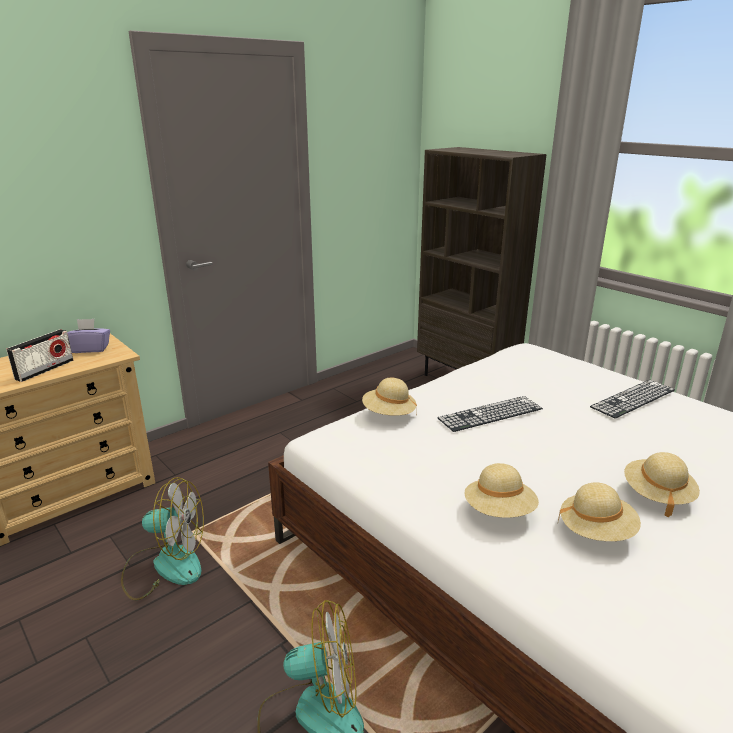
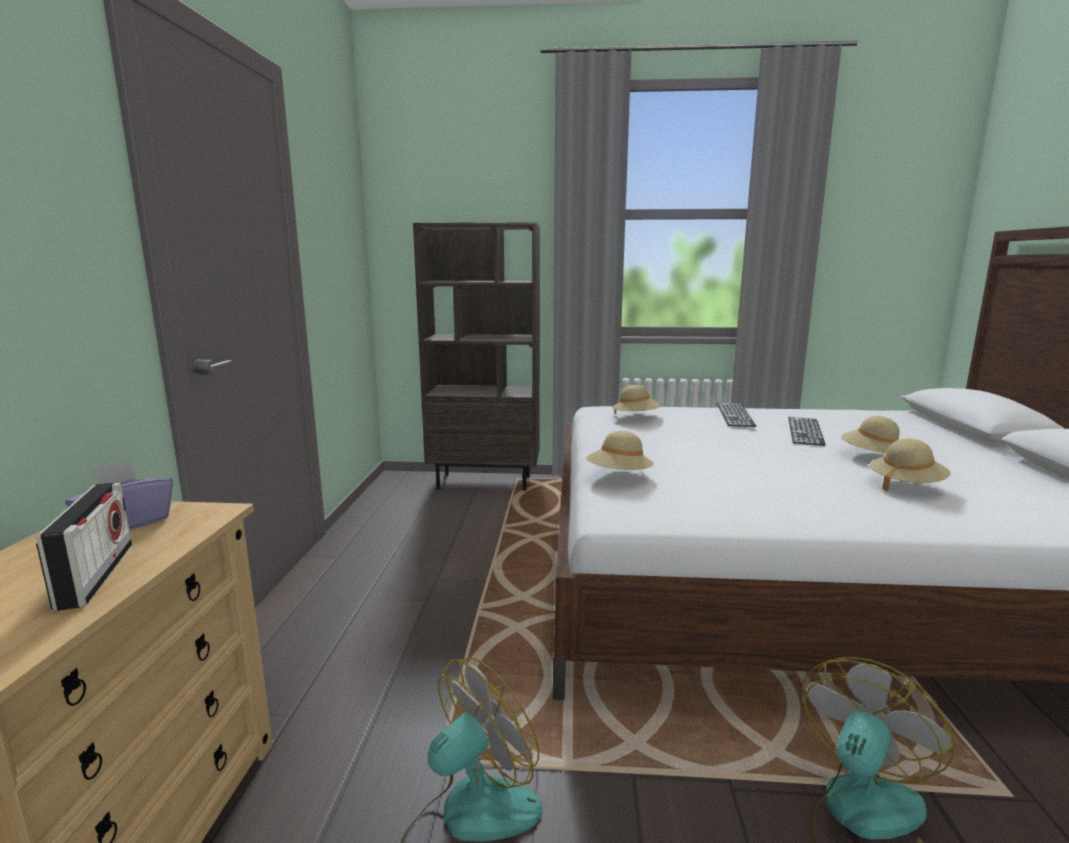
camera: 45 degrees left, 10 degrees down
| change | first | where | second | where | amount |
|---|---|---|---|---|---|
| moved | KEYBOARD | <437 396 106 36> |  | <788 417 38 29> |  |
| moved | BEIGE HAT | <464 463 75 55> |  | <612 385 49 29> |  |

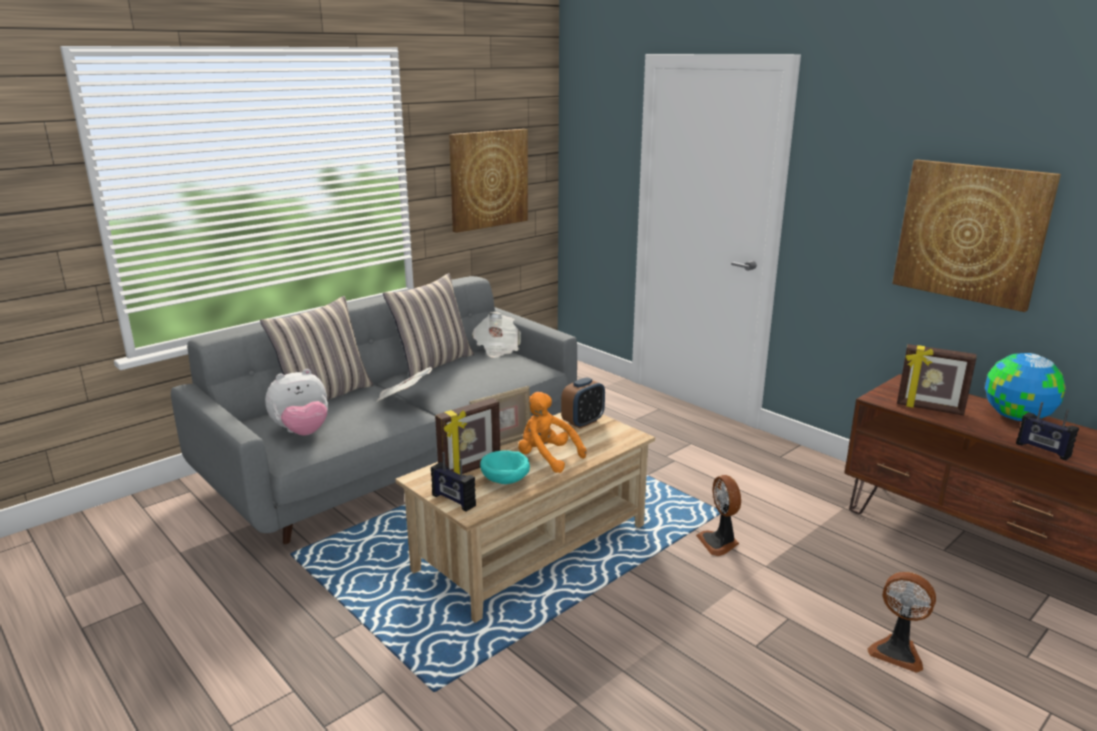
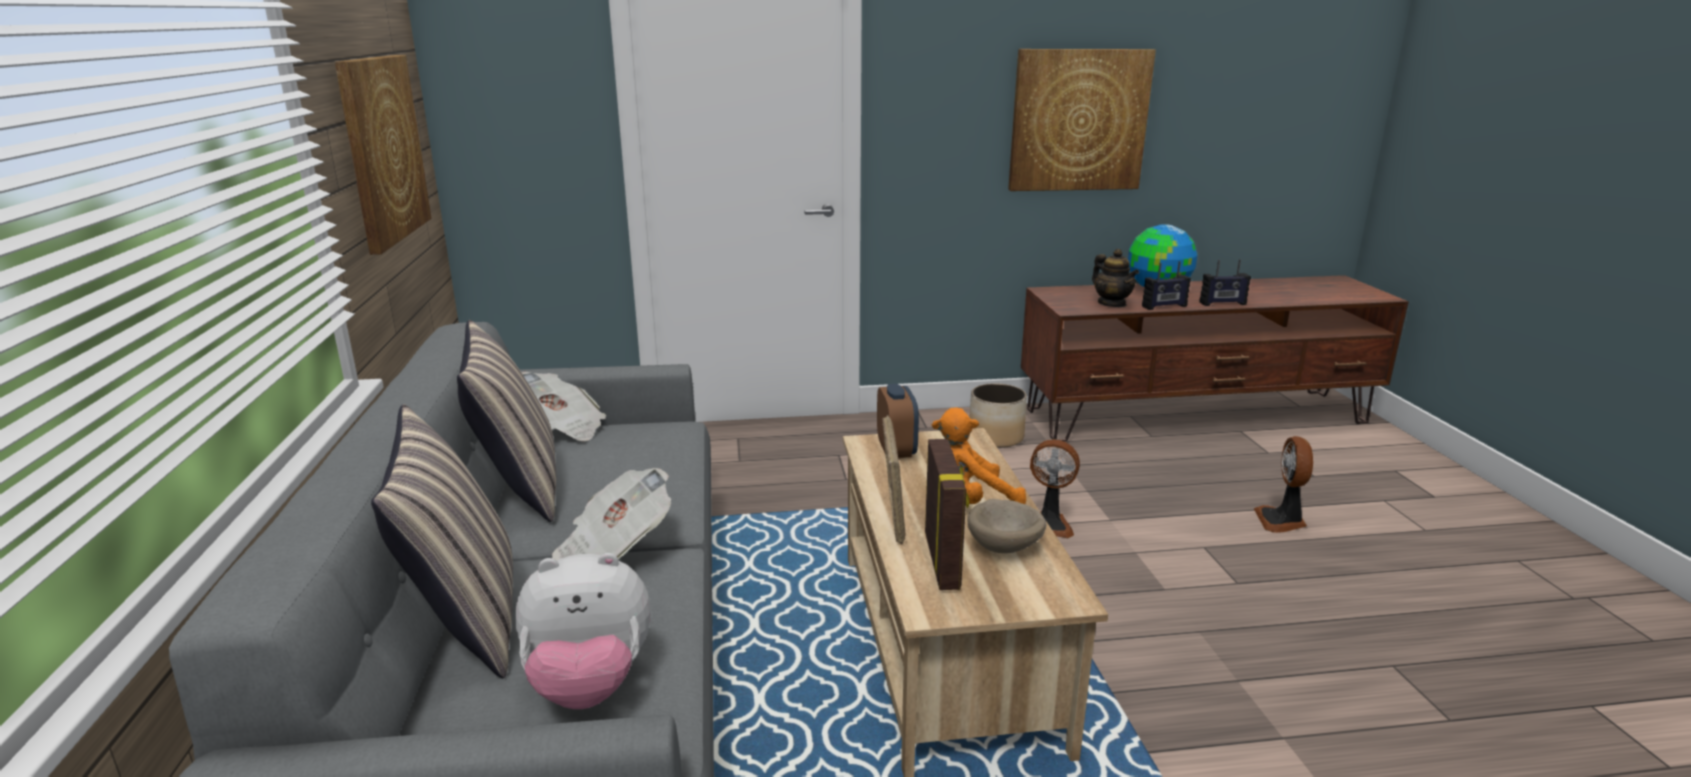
camera: 55 degrees left, 0 degrees up
| change | first | where | second | where | amount |
|---|---|---|---|---|---|
| added |  |  | PLANTER | <969 383 58 65> |  |
| moved | RADIO | <431 452 45 60> |  | <1142 261 49 49> |  |
| replaced | PICTURE FRAME | <897 344 80 72> | TEAPOT | <1092 249 47 58> |  |
| recoloured | TURQUOISE BOWL | <480 451 50 33> | BEIGE BOWL | <967 499 80 54> |  |
| turned | PLUSH TOY | <265 369 63 67> |  | <515 553 136 156> | 75 degrees clockwise |
| turned | FAN | <867 572 69 101> |  | <1254 436 59 97> | 120 degrees clockwise |

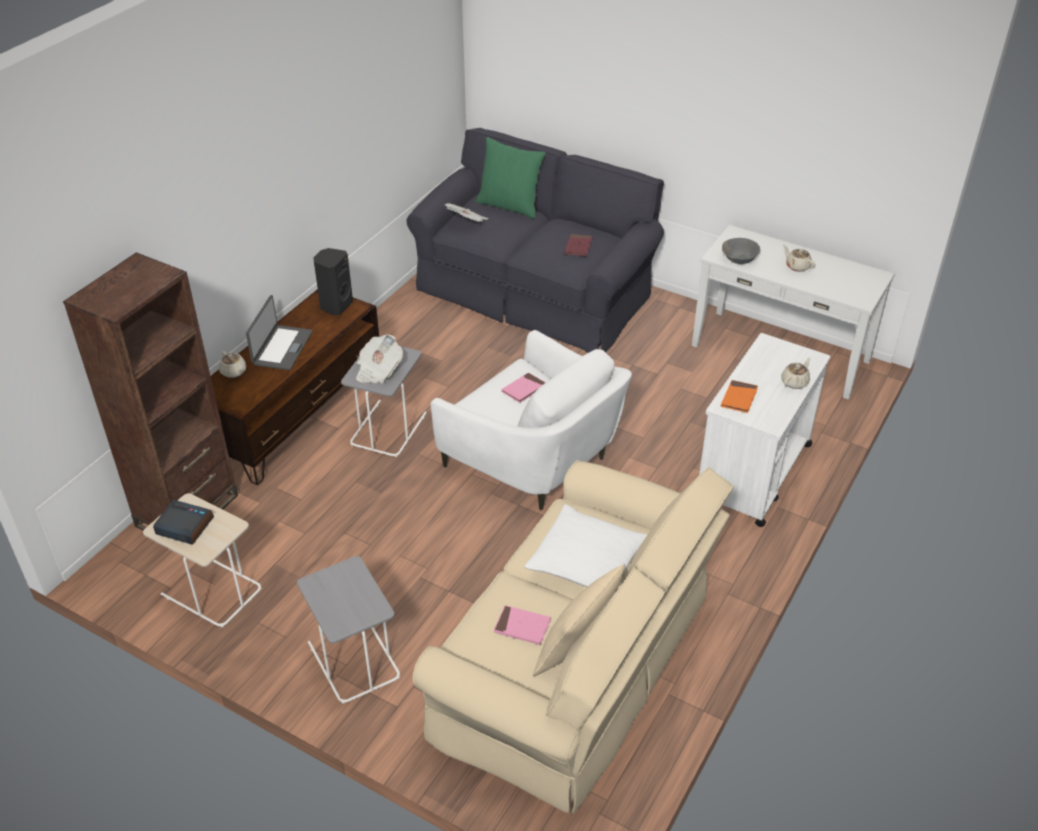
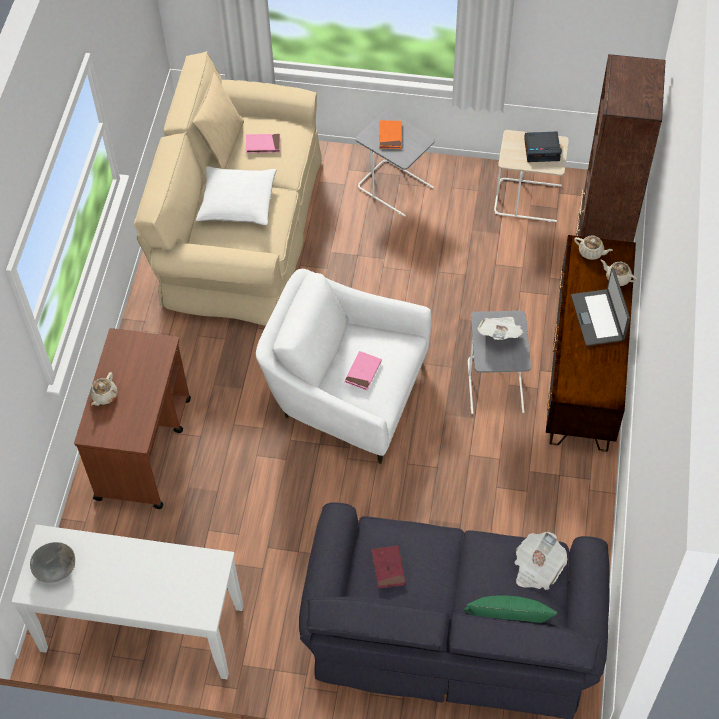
camera: 160 degrees right, 15 degrees up
| change | first | where | second | where | amount |
|---|---|---|---|---|---|
| removed | BLACK SPEAKER | <314 248 39 68> |  |  |  |
| moved | ORANGE BOOK | <721 380 37 33> |  | <379 120 23 29> |  |
| moved | GREY BOWL | <722 238 38 26> |  | <30 542 45 41> |  |
| moved | BEIGE TEAPOT | <783 245 32 27> |  | <574 235 39 25> |  |
| recoloured | WHITE CART | <699 333 131 194> | BROWN CART | <74 328 117 181> |  |

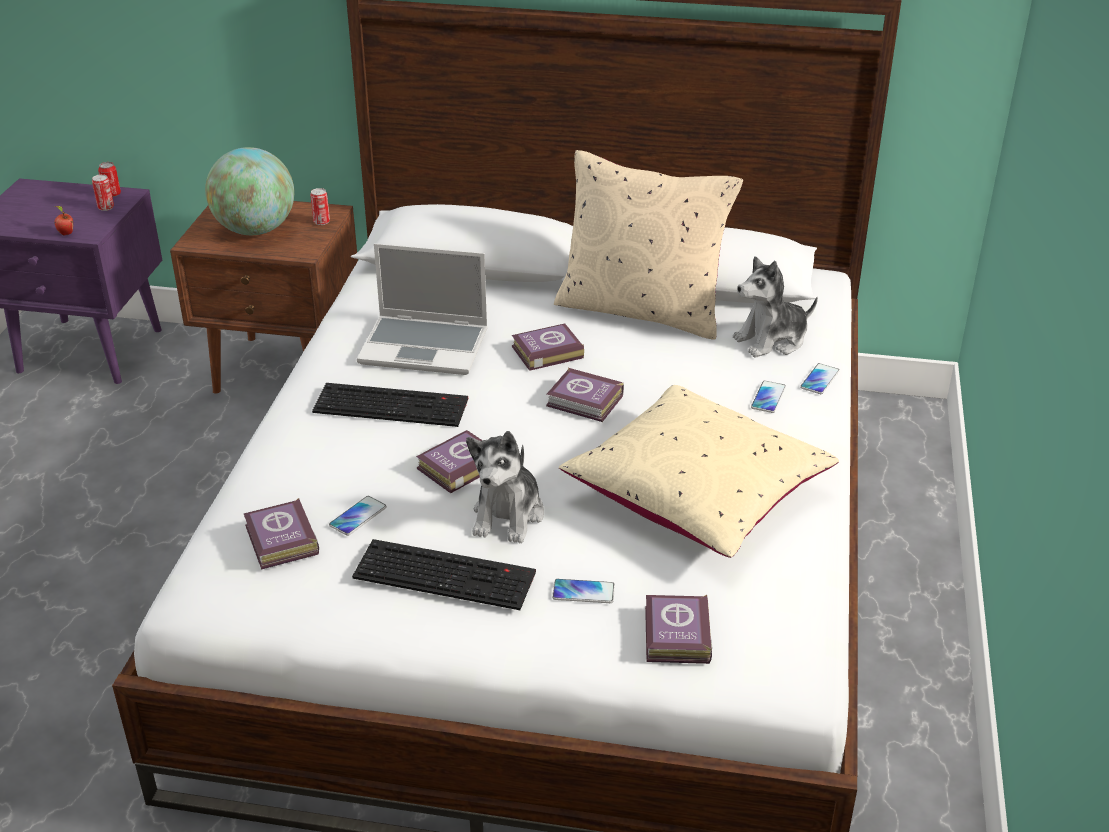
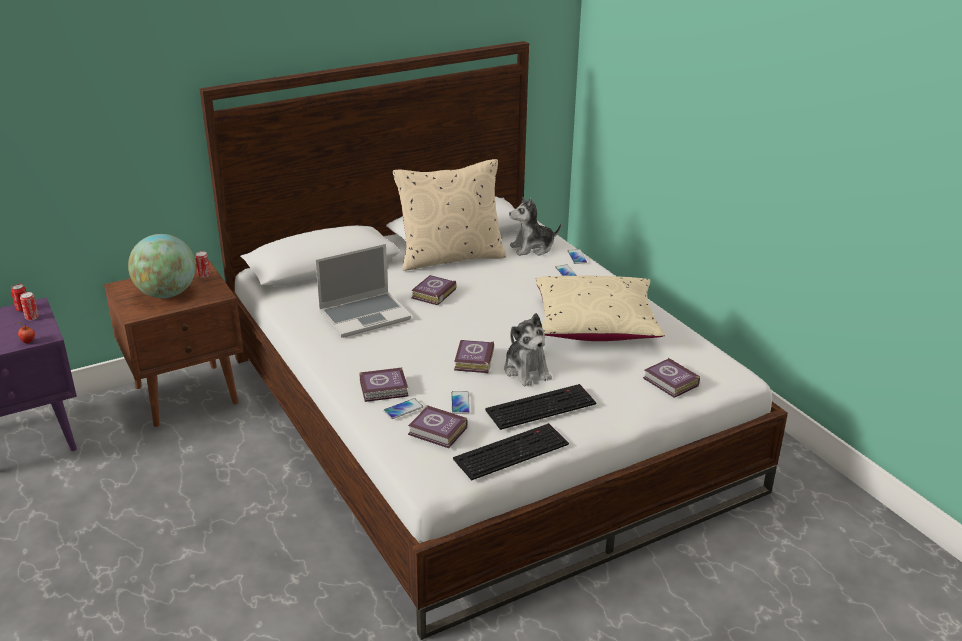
camera: 40 degrees left, 5 degrees down
| change | first | where | second | where | amount |
|---|---|---|---|---|---|
| moved | KEYBOARD | <312 383 156 44> |  | <453 423 116 58> |  |
| moved | BOOK | <546 368 78 54> |  | <359 368 49 34> |  |
| moved | PHONE | <552 579 63 24> |  | <384 398 39 21> |  |
| turned | PLUSH TOY | <733 256 85 101> |  | <509 197 52 59> | 45 degrees clockwise |

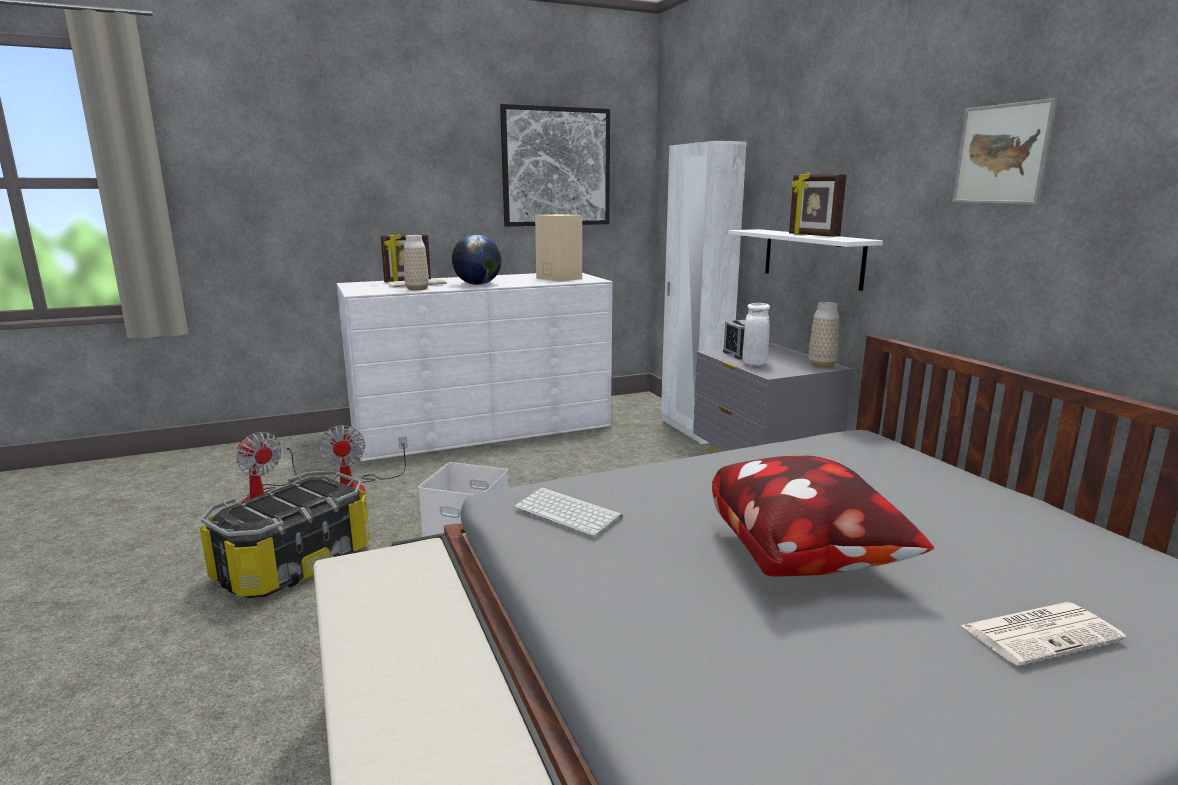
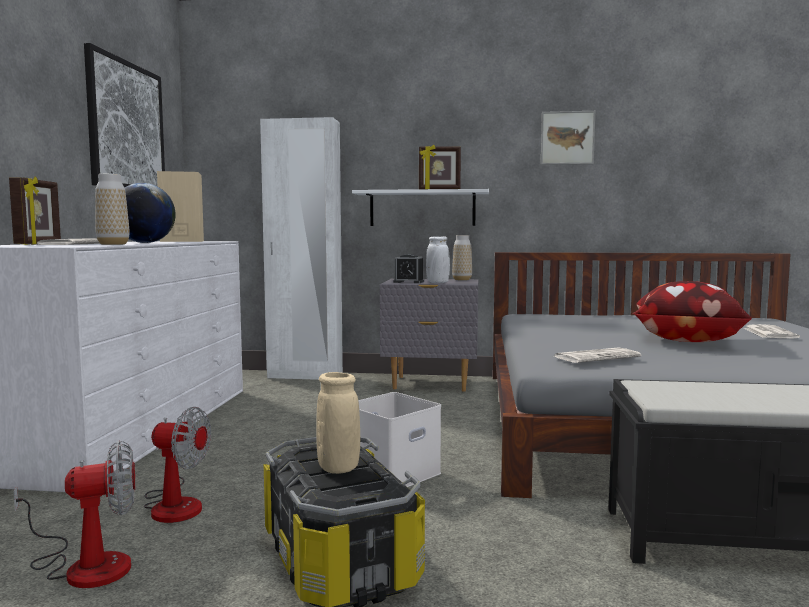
camera: 60 degrees left, 10 degrees down
| change | first | where | second | where | amount |
|---|---|---|---|---|---|
| added |  |  | BEIGE VASE | <316 372 44 102> |  |
| replaced | KEYBOARD | <514 487 109 49> | NEWSPAPER | <553 348 88 15> |  |

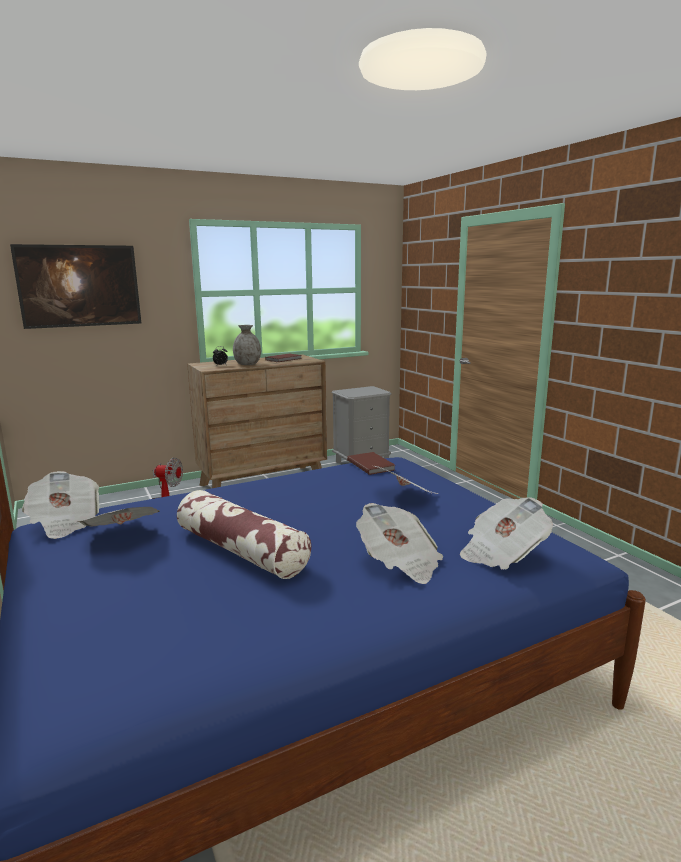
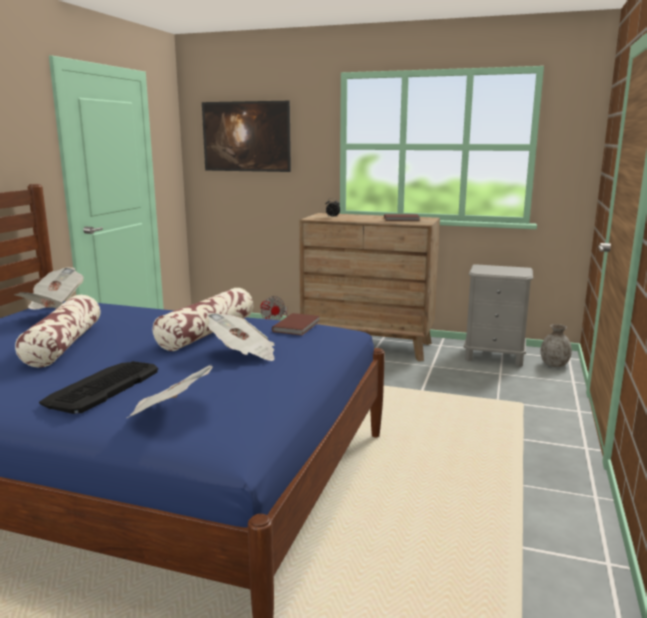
camera: 45 degrees right, 0 degrees up
| change | first | where | second | where | amount |
|---|---|---|---|---|---|
| added |  |  | PILLOW | <153 288 101 63> |  |
| moved | GREY VASE | <233 325 28 40> |  | <540 324 32 43> |  |
| replaced | NEWSPAPER | <356 503 87 81> | KEYBOARD | <39 361 119 53> |  |

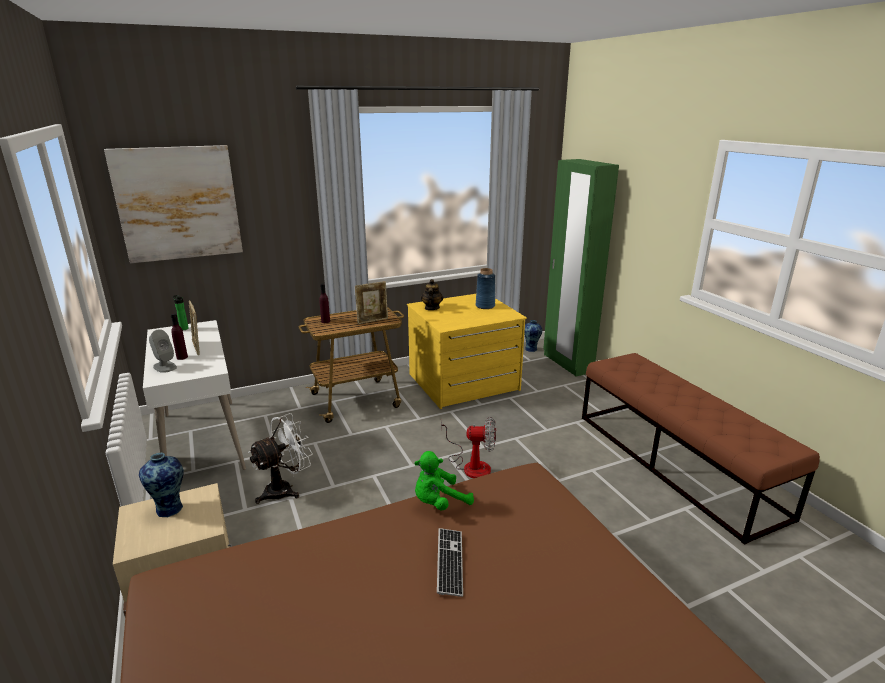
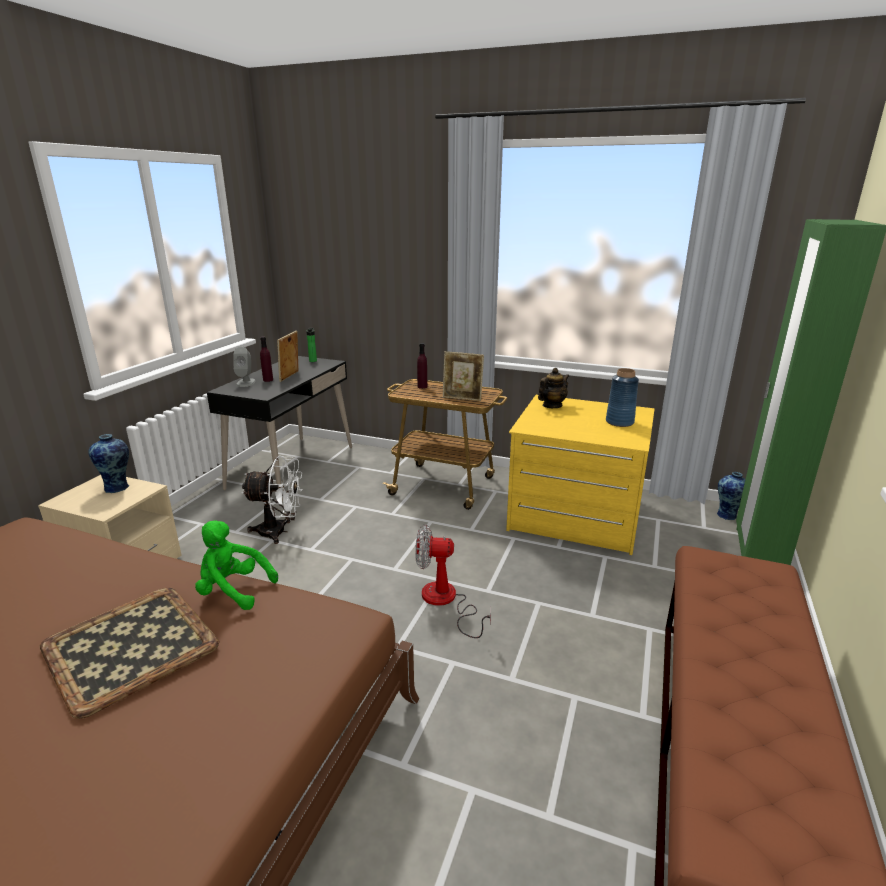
camera: 45 degrees right, 0 degrees up
| change | first | where | second | where | amount |
|---|---|---|---|---|---|
| removed | PICTURE | <104 145 139 118> |  |  |  |
| replaced | KEYBOARD | <437 528 26 69> | TRAY | <40 587 179 132> |  |
| recoloured | WHITE DESK | <143 320 103 150> | BLACK DESK | <207 356 145 146> |  |
| turned | FAN | <441 417 55 61> |  | <415 524 76 114> | 135 degrees clockwise |

